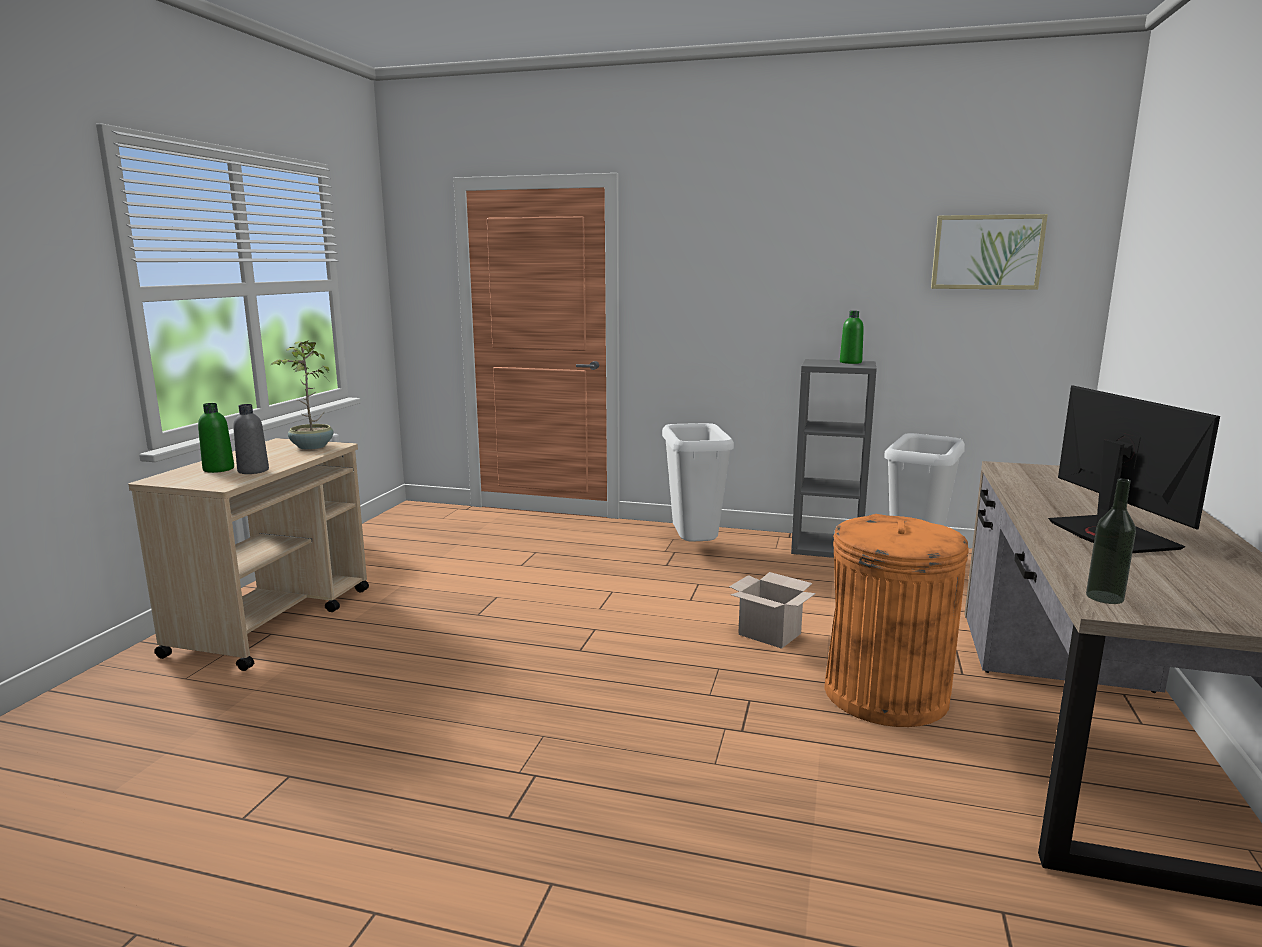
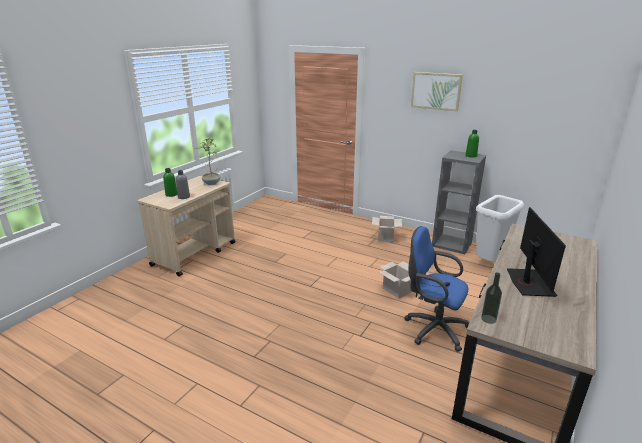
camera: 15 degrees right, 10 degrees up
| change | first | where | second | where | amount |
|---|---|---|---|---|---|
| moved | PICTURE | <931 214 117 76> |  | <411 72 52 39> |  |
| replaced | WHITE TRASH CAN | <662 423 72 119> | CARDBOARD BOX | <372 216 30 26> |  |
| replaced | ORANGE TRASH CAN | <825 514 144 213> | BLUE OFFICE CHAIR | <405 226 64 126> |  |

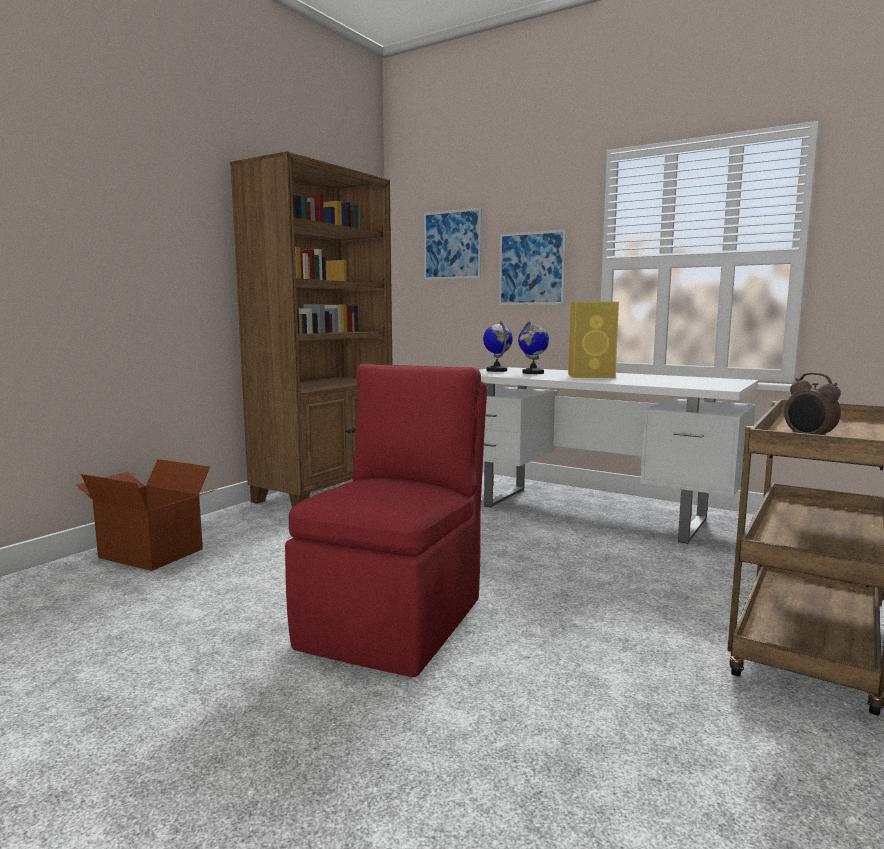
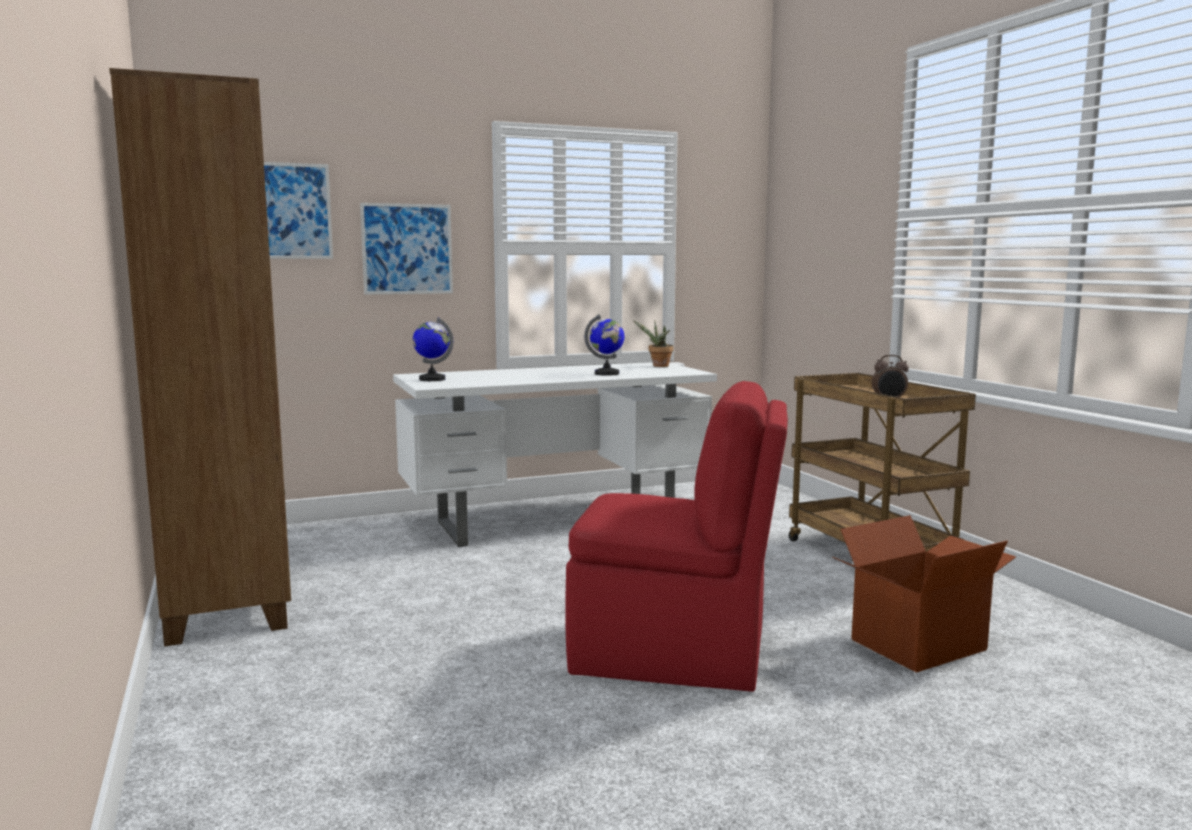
camera: 55 degrees left, 0 degrees up
| change | first | where | second | where | amount |
|---|---|---|---|---|---|
| removed | YELLOW SPEAKER | <568 302 51 76> |  |  |  |
| added |  |  | POTTED PLANT | <633 320 41 47> |  |
| moved | CARDBOARD BOX | <76 459 141 112> |  | <833 515 183 157> |  |
| moved | GLOBE | <518 321 31 53> |  | <584 314 41 62> |  |
| turned | RED CHAIR | <285 364 202 313> |  | <565 381 223 311> | 135 degrees clockwise |

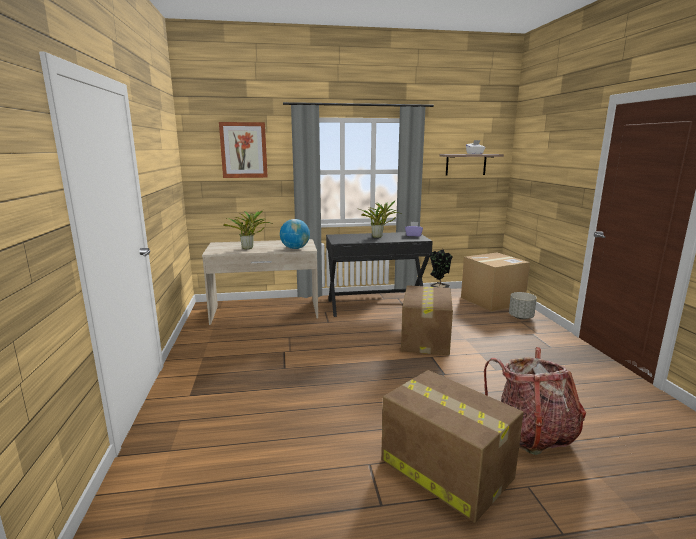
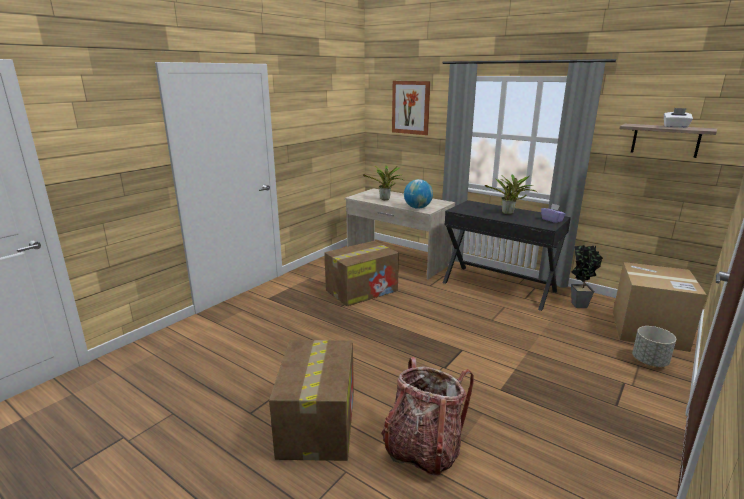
camera: 45 degrees right, 5 degrees up
| change | first | where | second | where | amount |
|---|---|---|---|---|---|
| moved | CARDBOARD BOX | <401 285 52 70> |  | <324 241 75 65> |  |

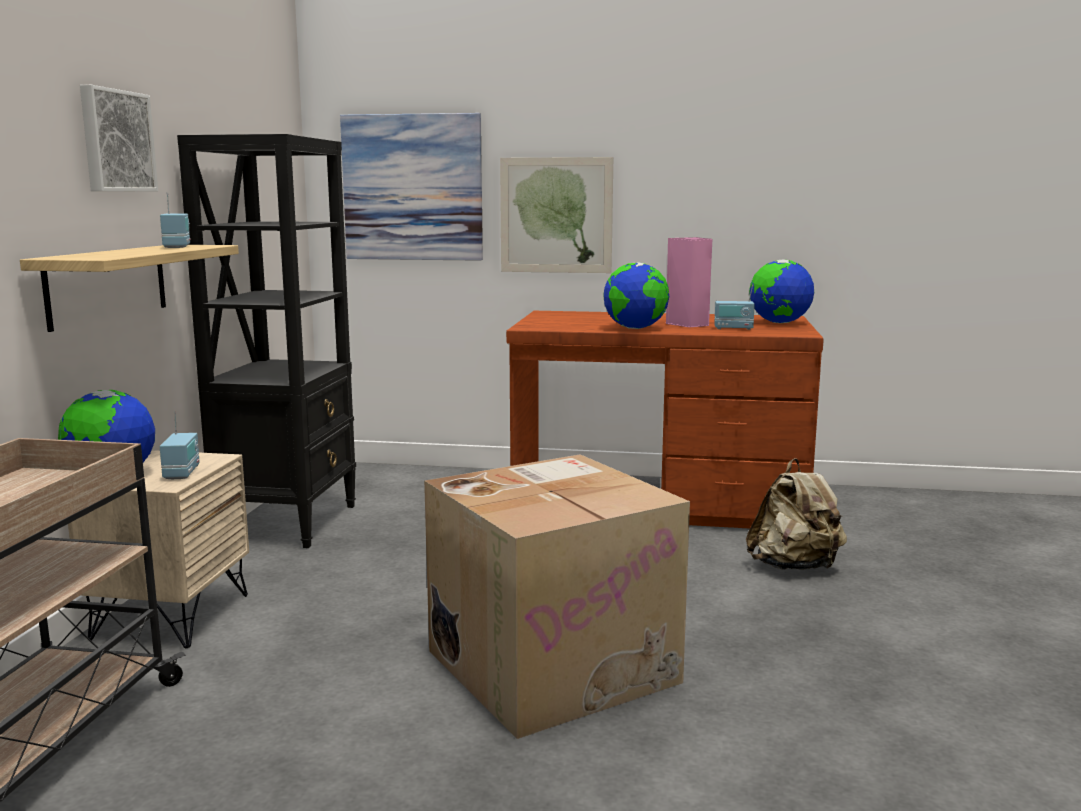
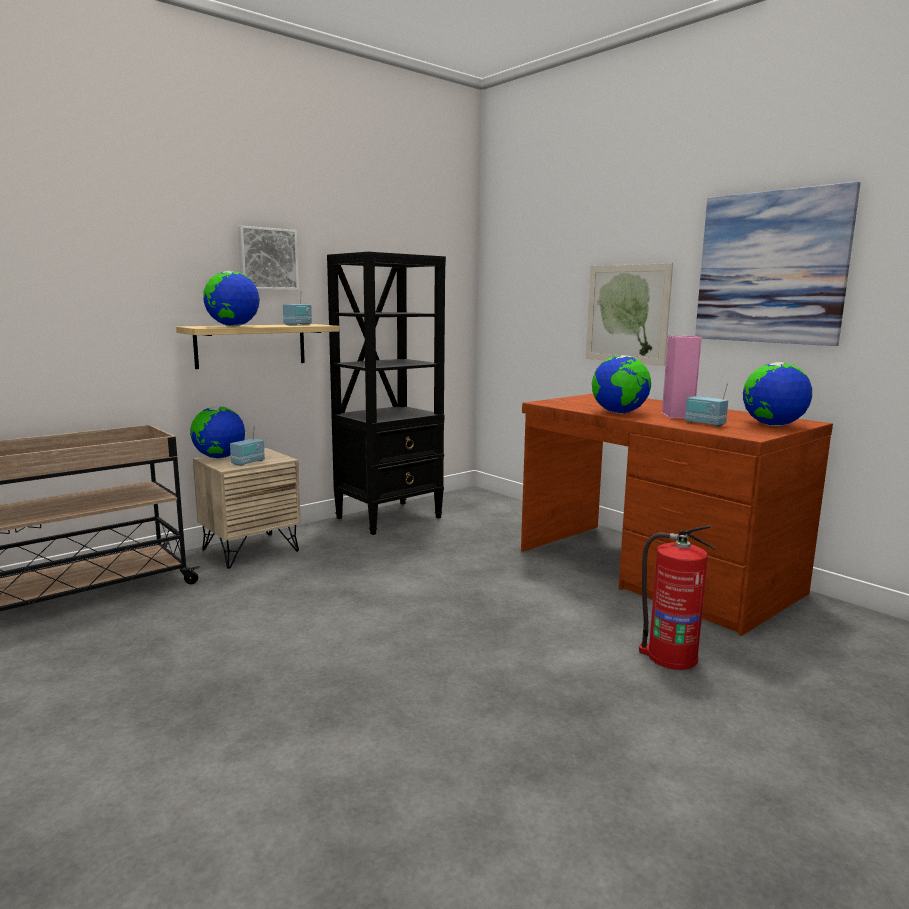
camera: 40 degrees right, 0 degrees up
| change | first | where | second | where | amount |
|---|---|---|---|---|---|
| removed | CARDBOARD BOX | <424 454 266 285> |  |  |  |
| added |  |  | GLOBE | <203 271 57 56> |  |
| moved | PICTURE | <340 113 143 148> |  | <695 181 165 165> |  |
| replaced | BEIGE BACKPACK | <746 458 101 112> | FIRE EXTINGUISHER | <639 525 76 145> |  |

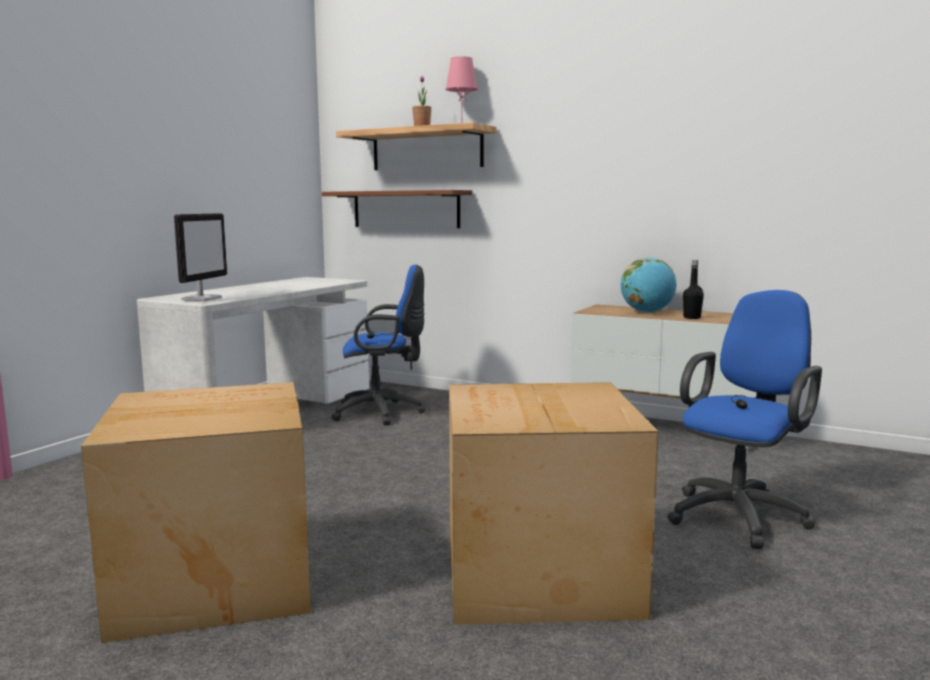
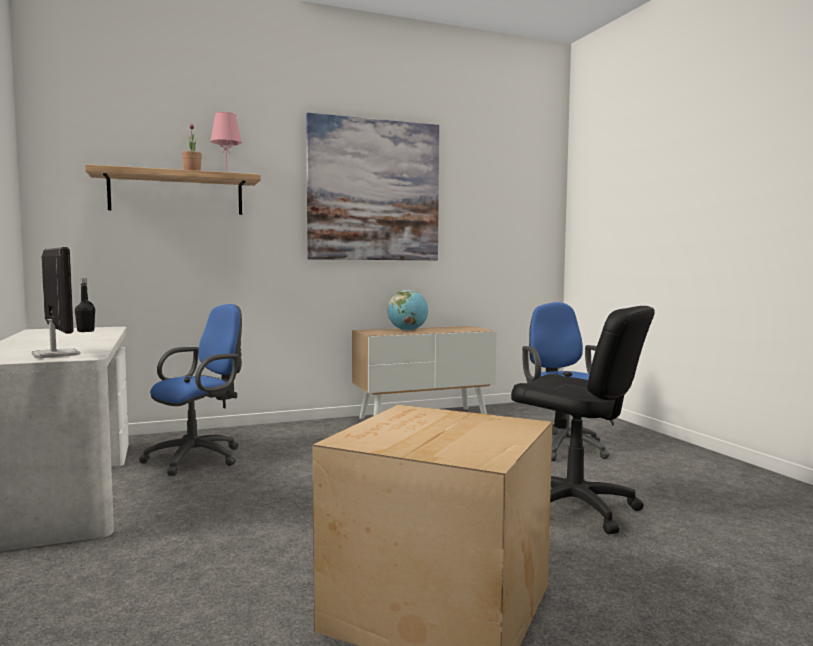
camera: 50 degrees left, 5 degrees down
| change | first | where | second | where | amount |
|---|---|---|---|---|---|
| removed | BROWN SHELF | <322 190 150 38> |  |  |  |
| added |  |  | PICTURE | <306 113 133 147> |  |
| moved | BLACK BOTTLE | <683 260 21 59> |  | <75 279 20 53> |  |
| replaced | CARDBOARD BOX | <449 382 209 243> | BLACK OFFICE CHAIR | <511 306 144 228> |  |

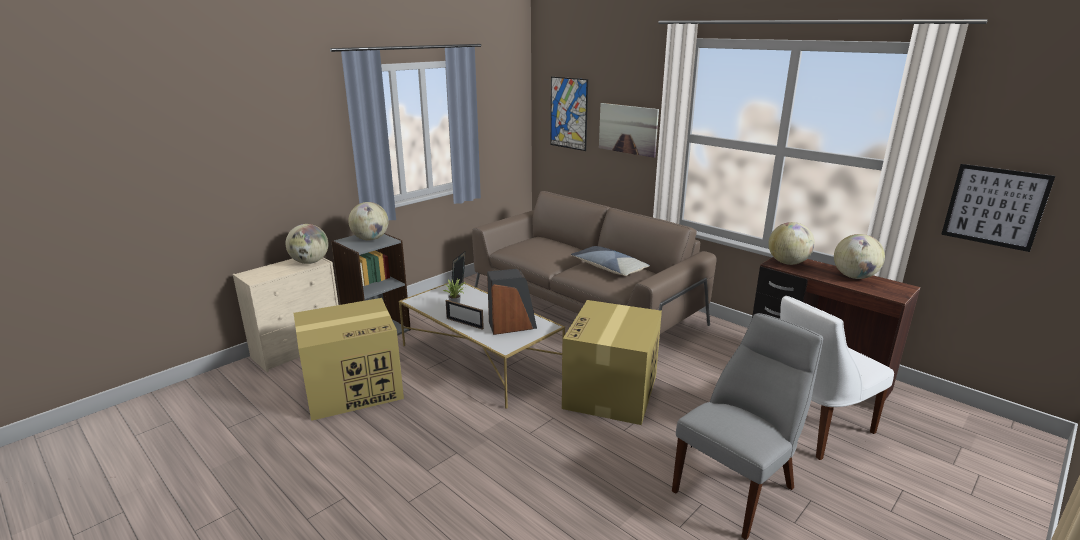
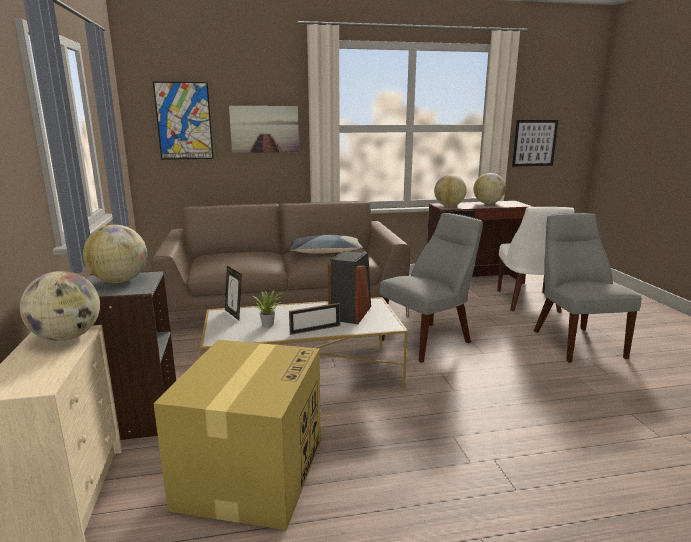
camera: 55 degrees left, 5 degrees down
| change | first | where | second | where | amount |
|---|---|---|---|---|---|
| replaced | CARDBOARD BOX | <562 300 100 125> | GREY CHAIR | <379 213 104 150> |  |

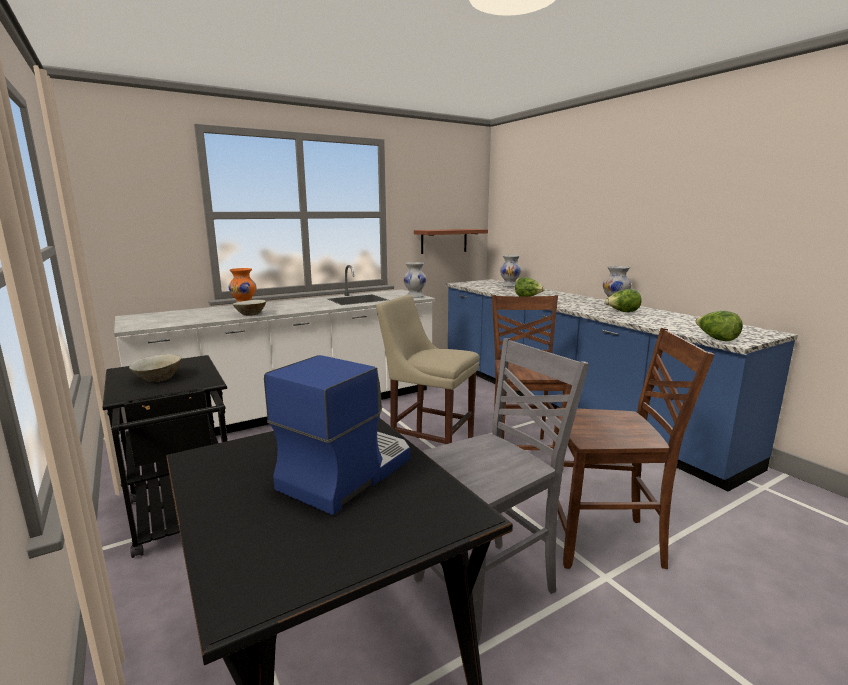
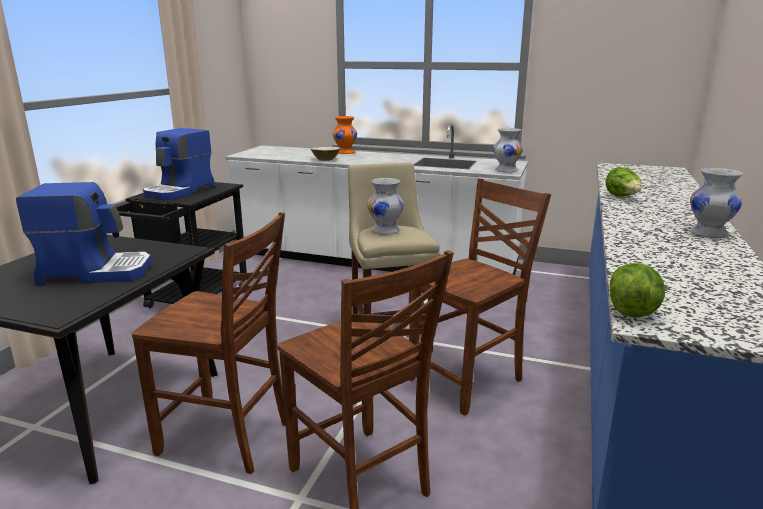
camera: 50 degrees right, 5 degrees up
| change | first | where | second | where | amount |
|---|---|---|---|---|---|
| removed | SHELF | <414 229 74 25> |  |  |  |
| removed | LETTUCE | <605 289 36 23> |  |  |  |
| moved | WHITE VASE | <500 255 21 32> |  | <367 178 37 56> |  |
| replaced | BEIGE BOWL | <129 354 53 28> | COFFEE MACHINE | <143 128 72 72> |  |
| recoloured | GREY CHAIR | <413 338 176 305> | BROWN CHAIR | <132 212 153 262> |  |

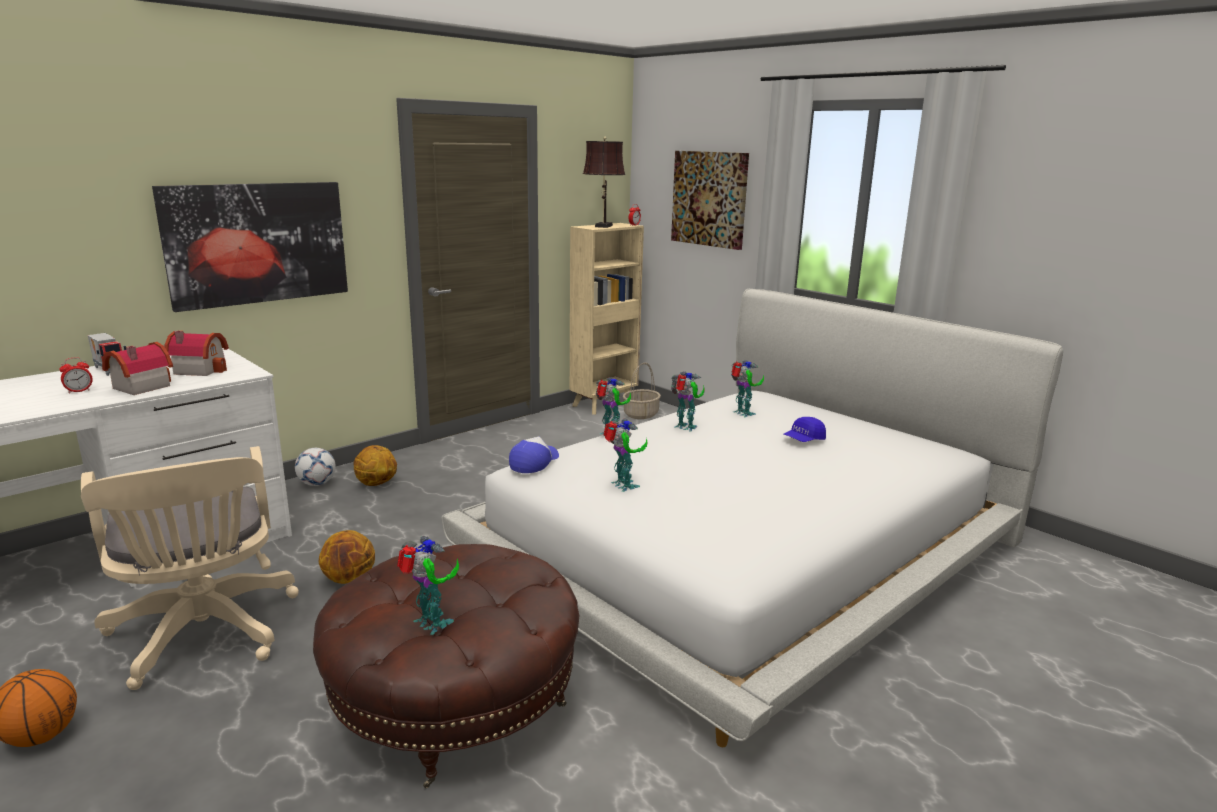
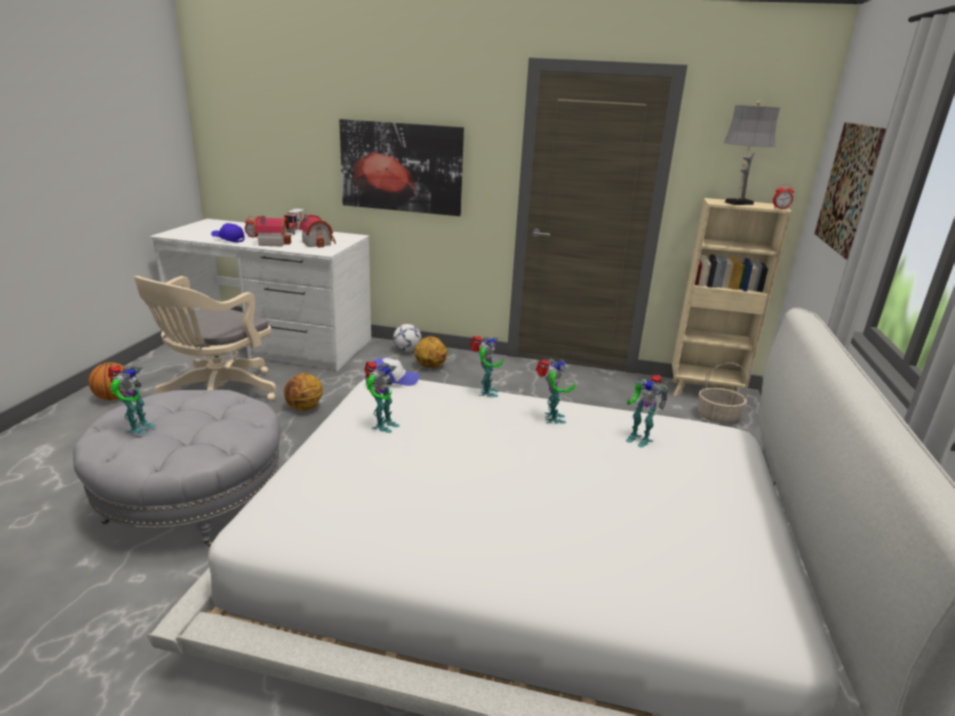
camera: 55 degrees right, 5 degrees up
| change | first | where | second | where | amount |
|---|---|---|---|---|---|
| moved | BLUE CAP | <783 417 43 25> |  | <211 223 34 20> |  |
| recoloured | BROWN OTTOMAN | <313 544 266 244> | GREY OTTOMAN | <73 390 208 157> |  |
| recoloured | BROWN TABLE LAMP | <583 137 42 91> | GREY TABLE LAMP | <724 101 56 104> |  |
| turned | TOY ROBOT | <731 360 33 58> |  | <626 375 43 73> | 105 degrees clockwise |

